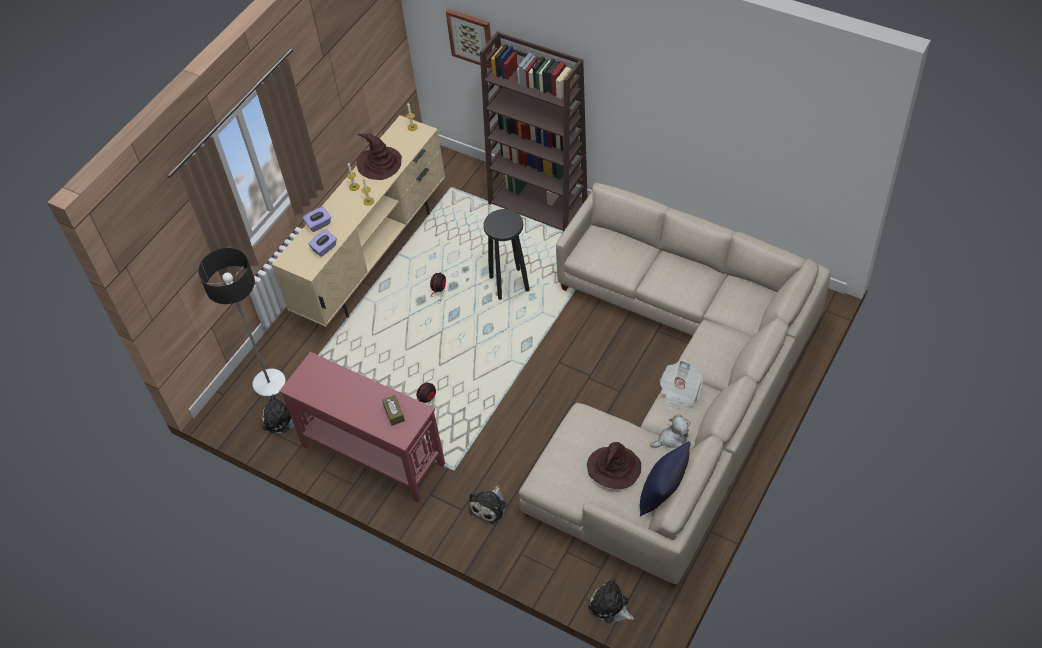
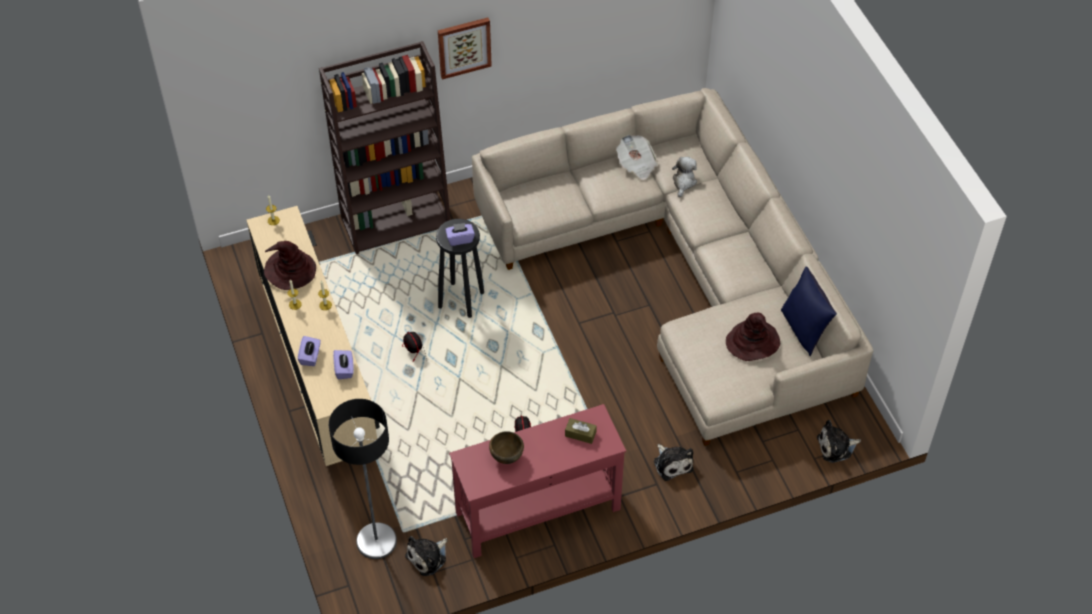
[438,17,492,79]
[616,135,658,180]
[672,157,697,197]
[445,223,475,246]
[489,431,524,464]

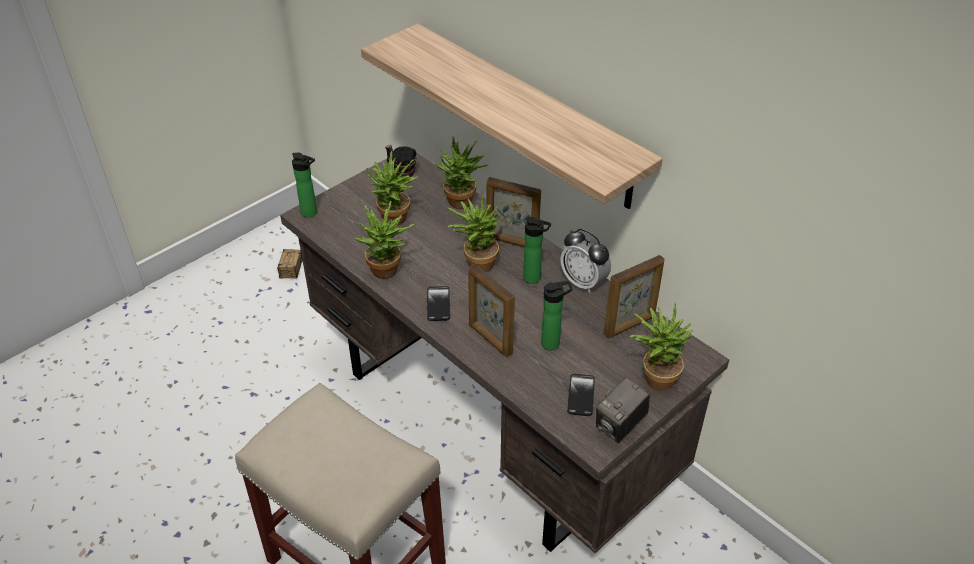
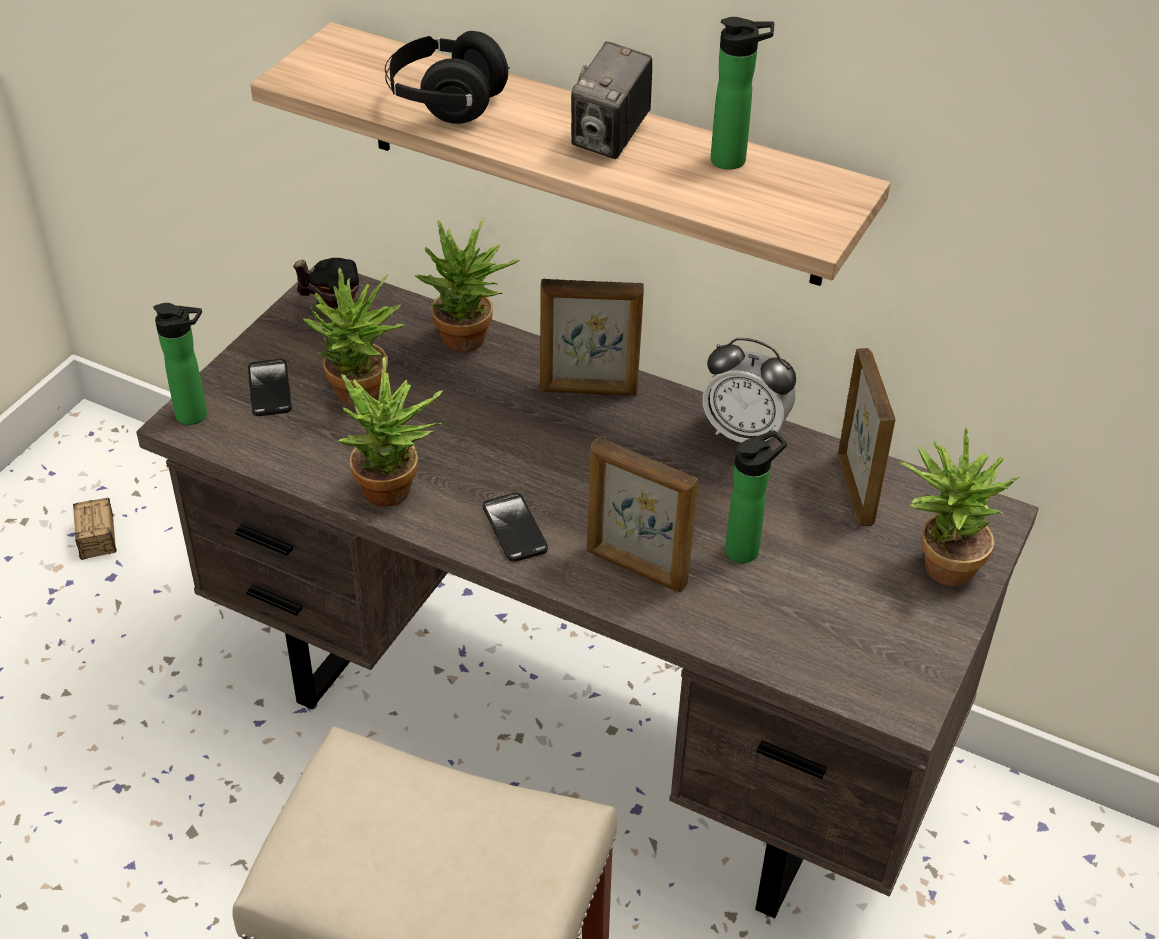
[448,191,501,272] (first image)
[711,17,774,170]
[838,348,896,526]
[248,359,292,416]
[571,41,652,159]
[385,31,510,124]

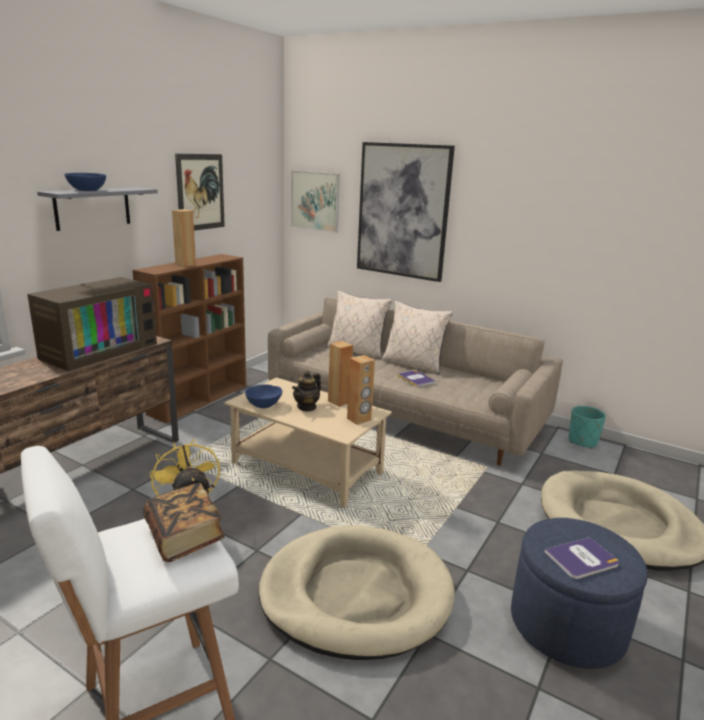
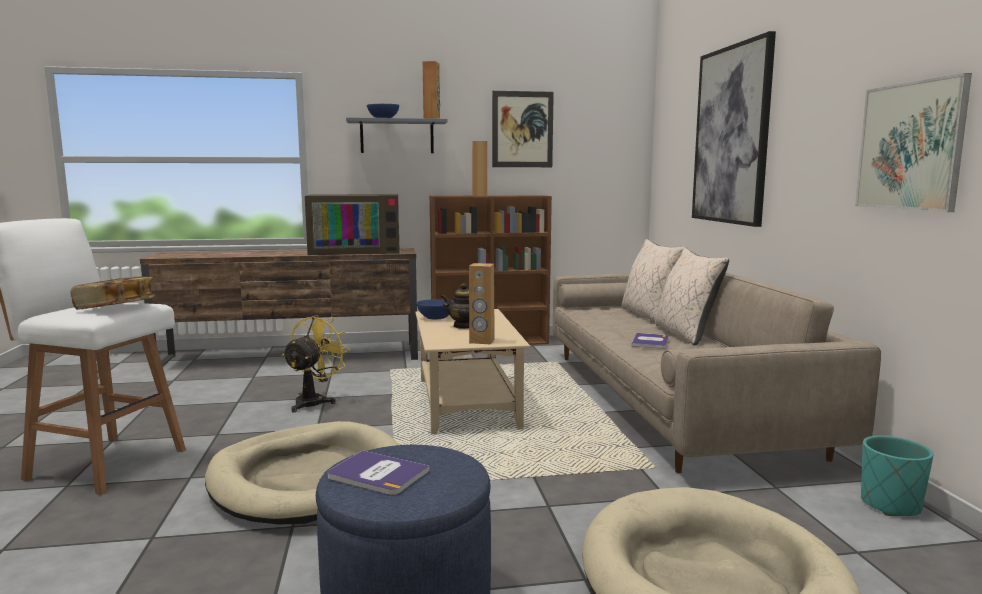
[855,73,972,212]
[423,61,440,119]

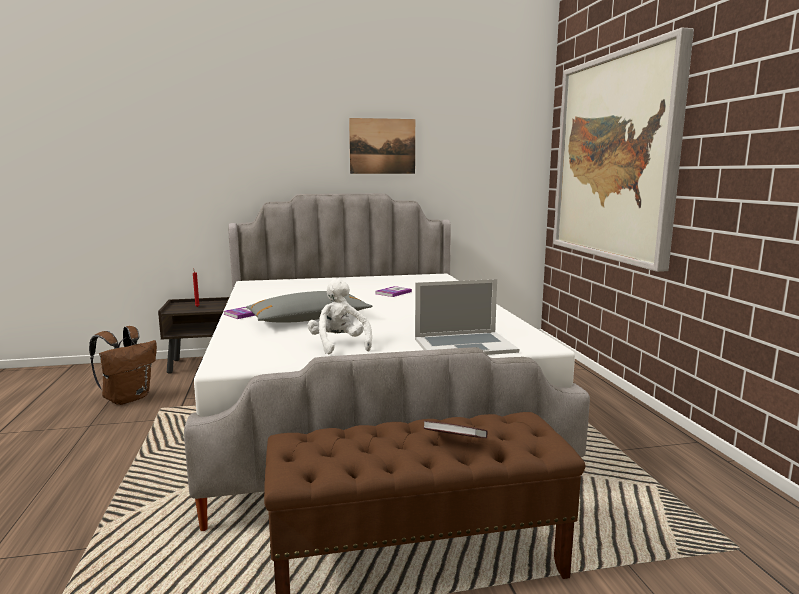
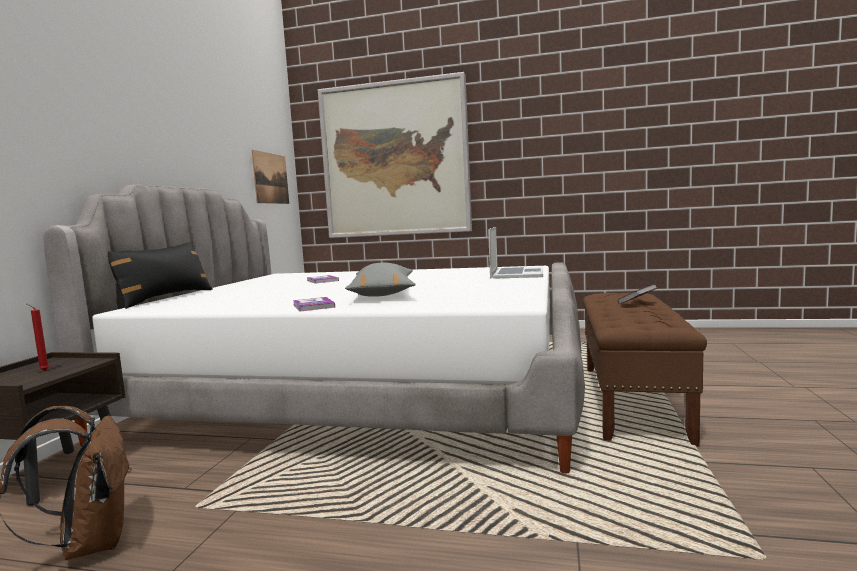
[252,150,289,204]
[308,279,372,354] (first image)
[108,241,213,309]

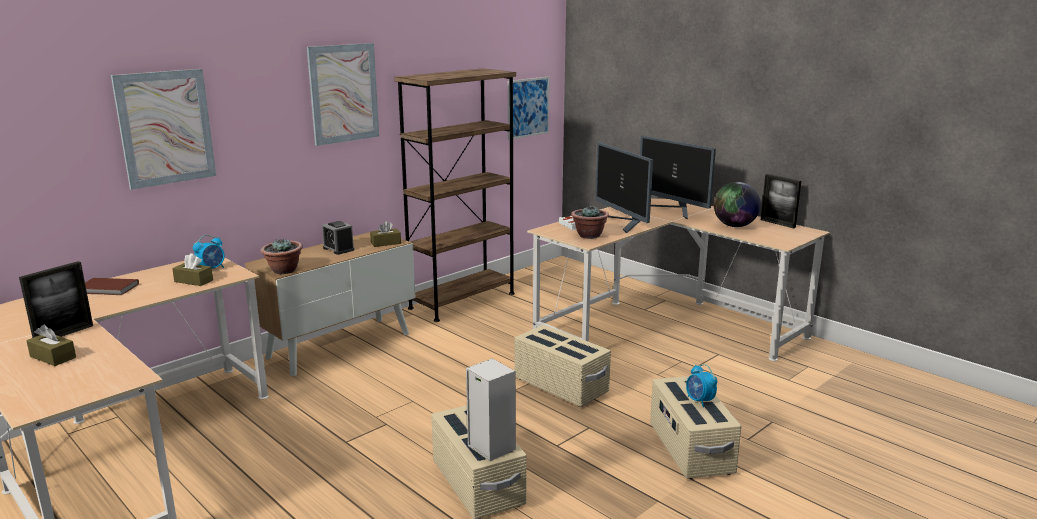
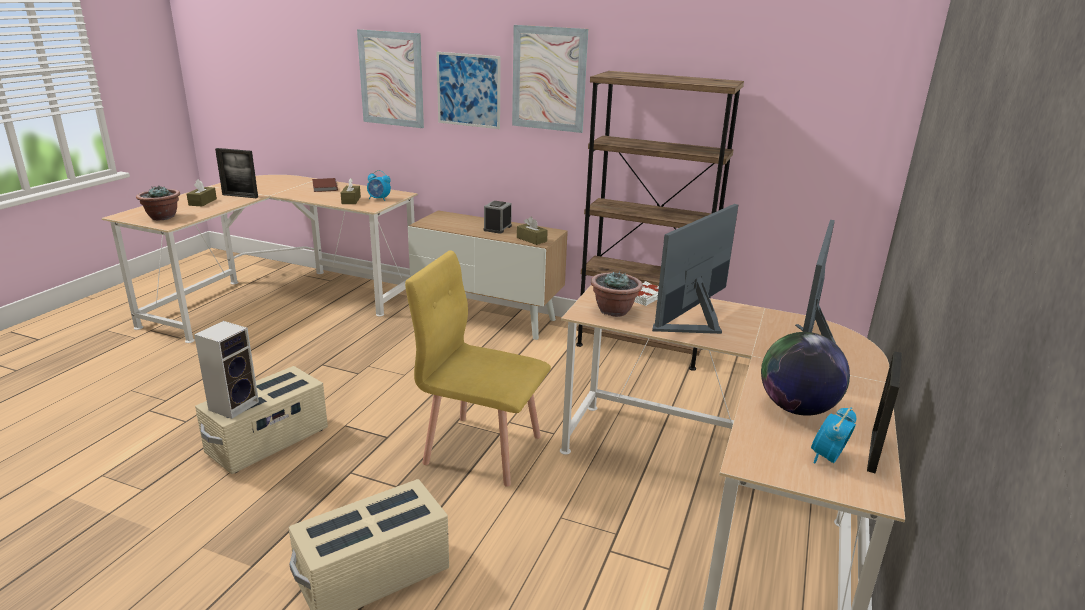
[436,52,501,129]
[136,185,180,220]
[405,250,551,487]
[811,407,856,463]

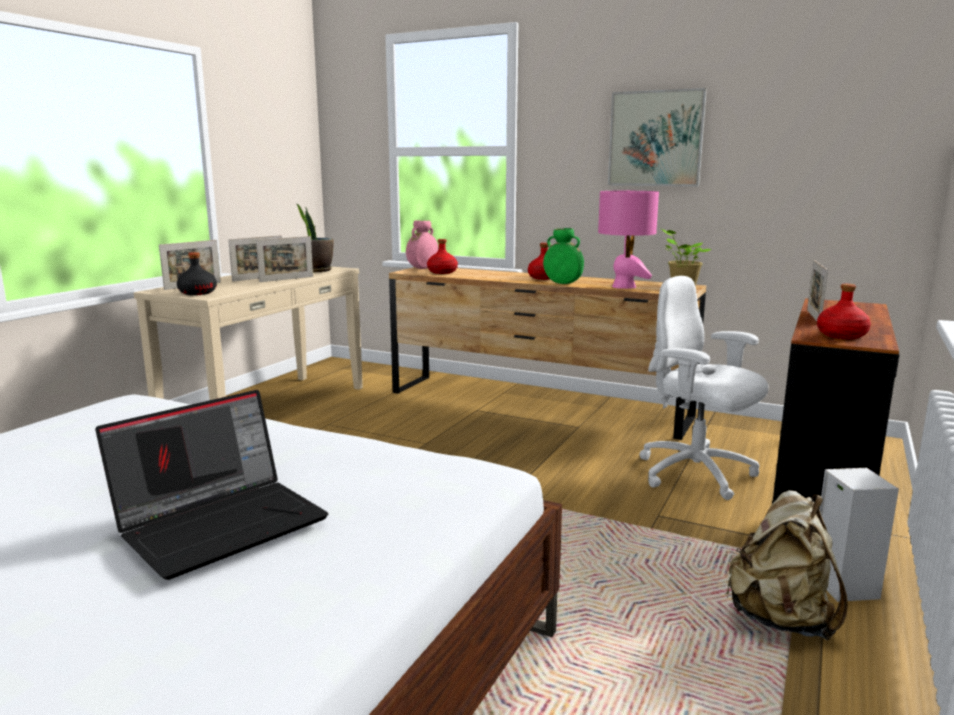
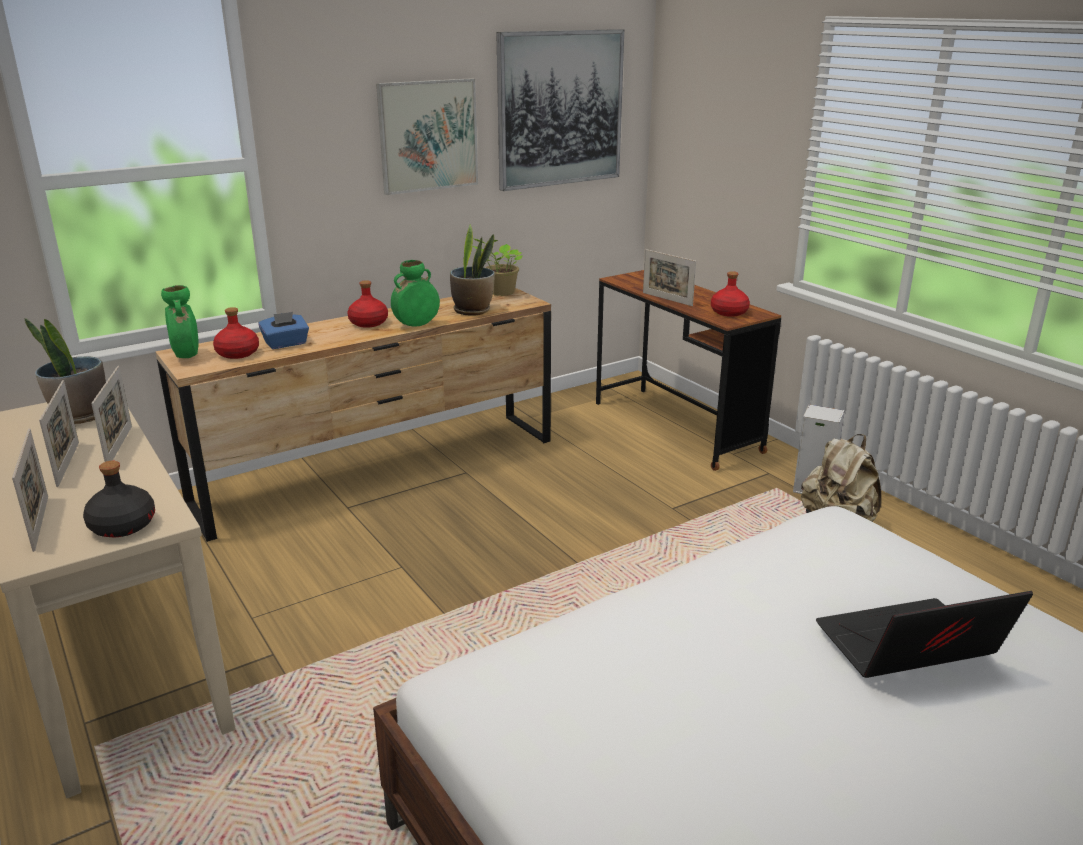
[450,225,495,316]
[161,285,199,358]
[639,276,769,500] (first image)
[816,591,1033,678]
[496,29,624,191]
[258,312,309,349]

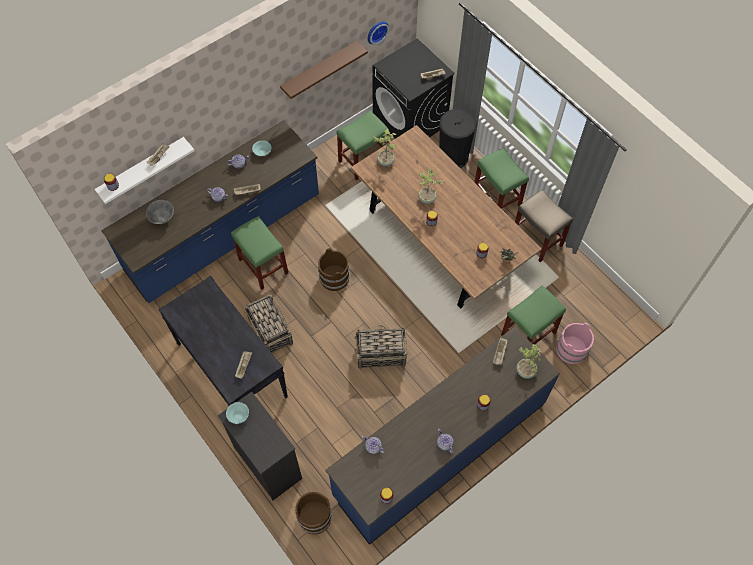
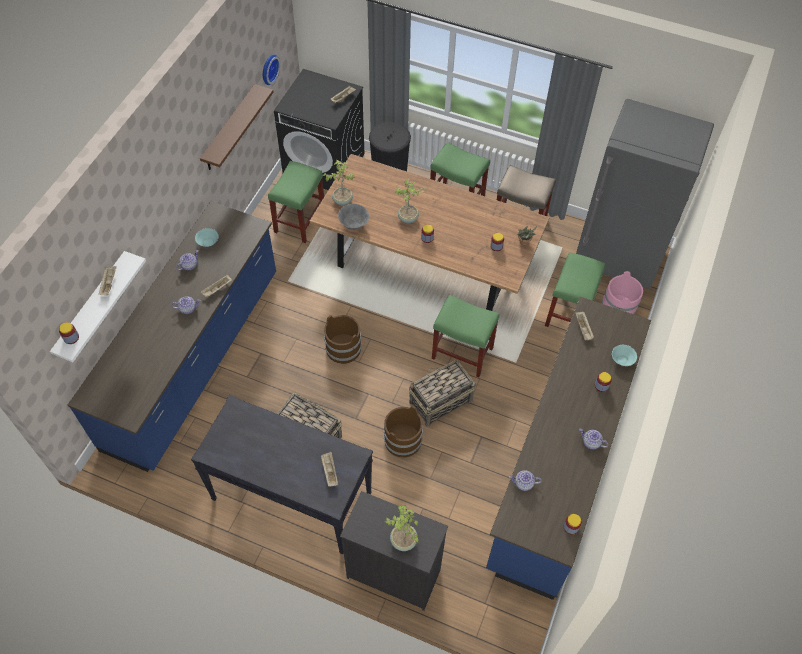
[338,204,369,230]
[432,295,500,377]
[385,505,418,551]
[612,345,637,366]
[384,406,423,458]
[576,99,714,289]

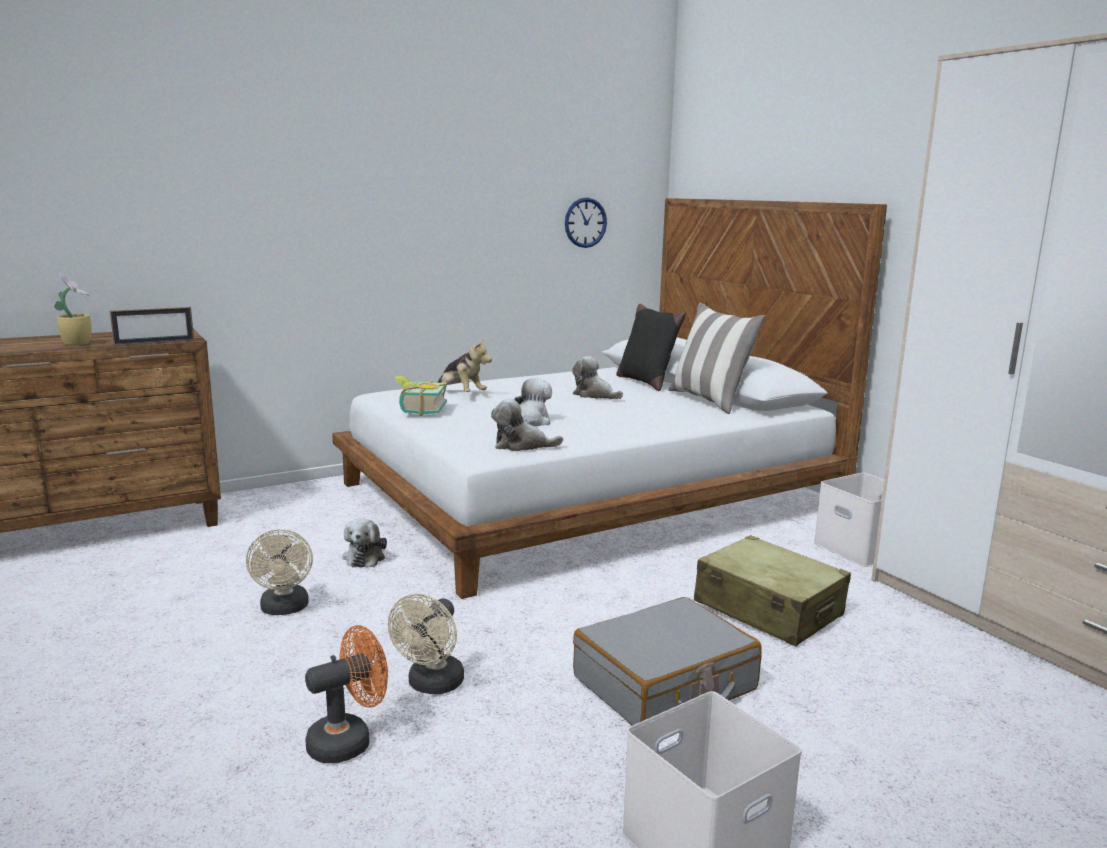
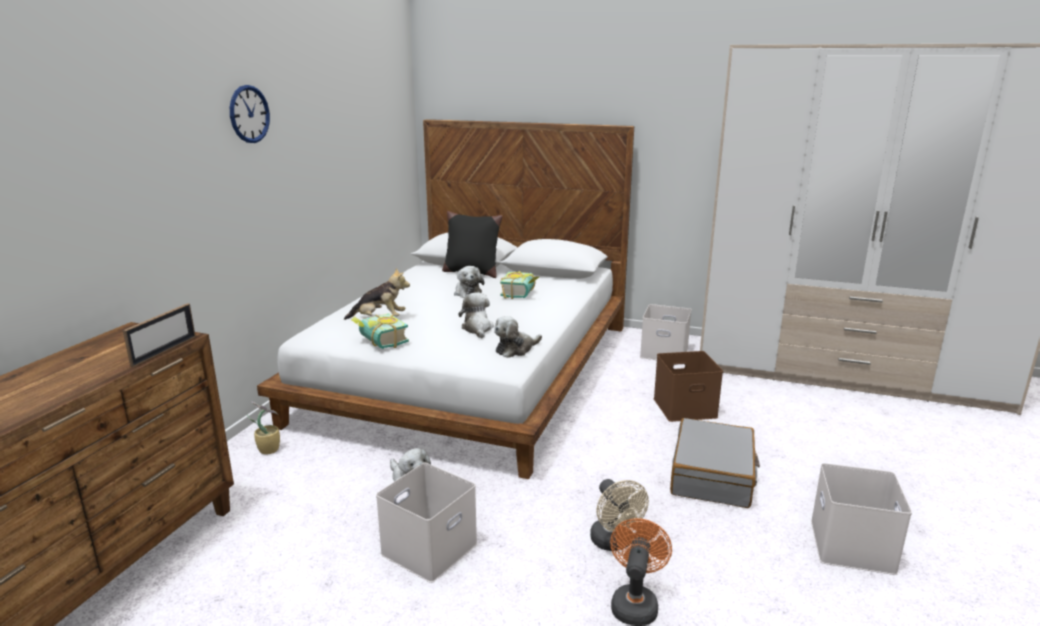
[230,85,270,143]
[247,402,280,455]
[668,303,765,414] (first image)
[454,266,484,298]
[376,463,477,583]
[654,351,723,422]
[500,271,539,299]

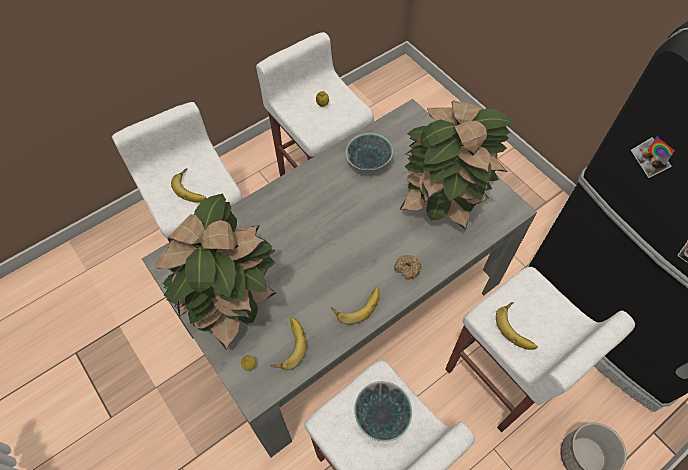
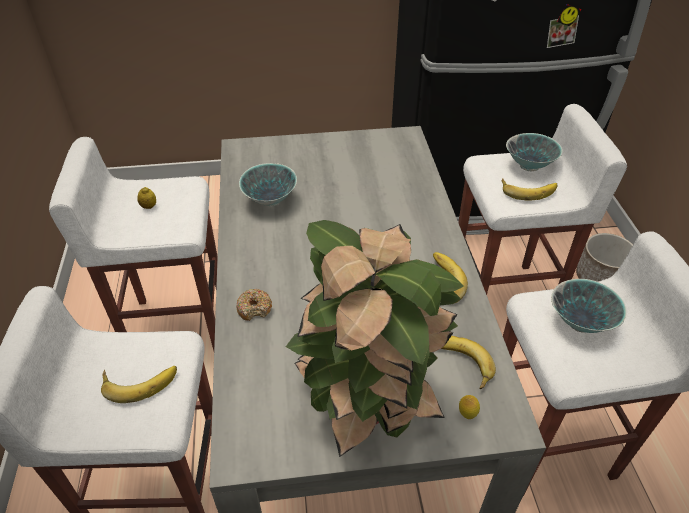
[400,100,514,230] (first image)
[237,289,272,321]
[506,133,562,171]

